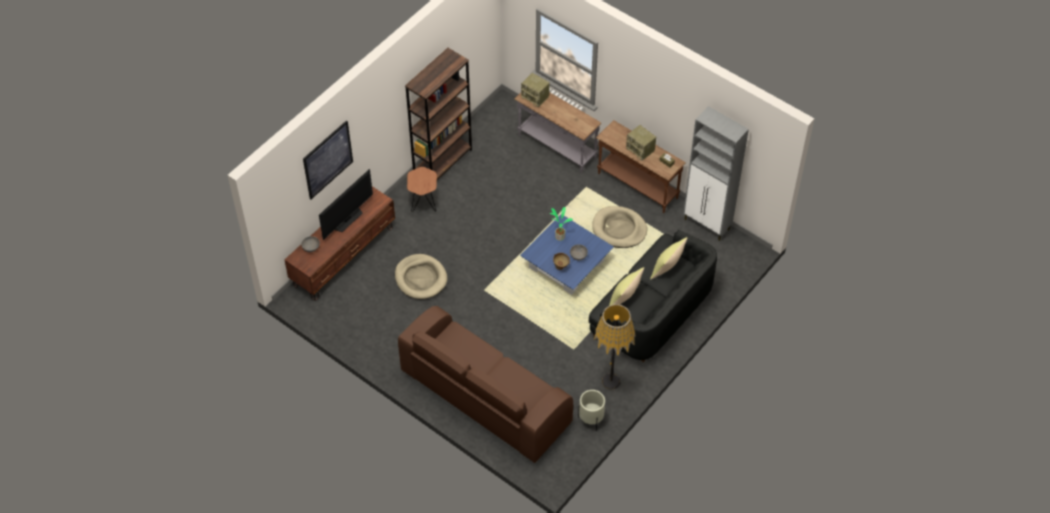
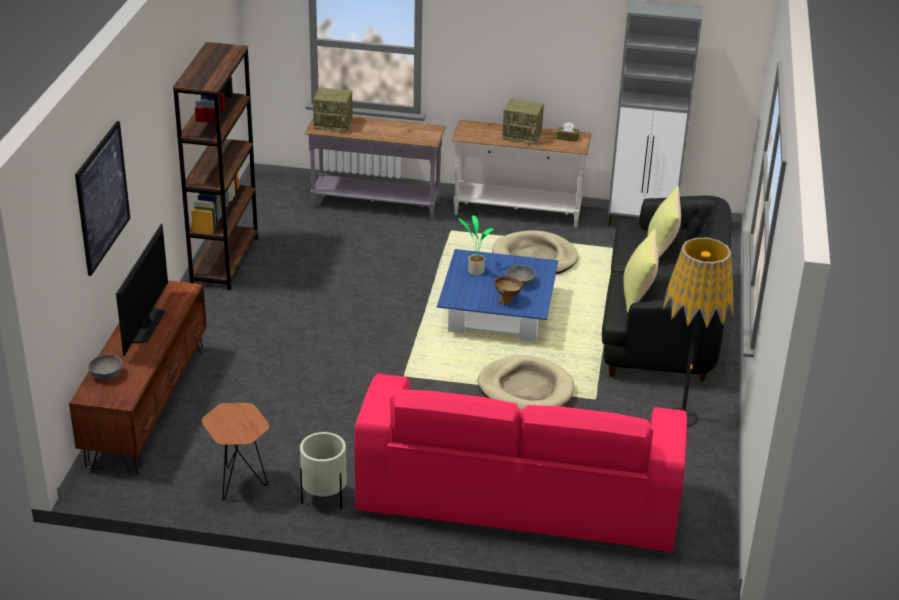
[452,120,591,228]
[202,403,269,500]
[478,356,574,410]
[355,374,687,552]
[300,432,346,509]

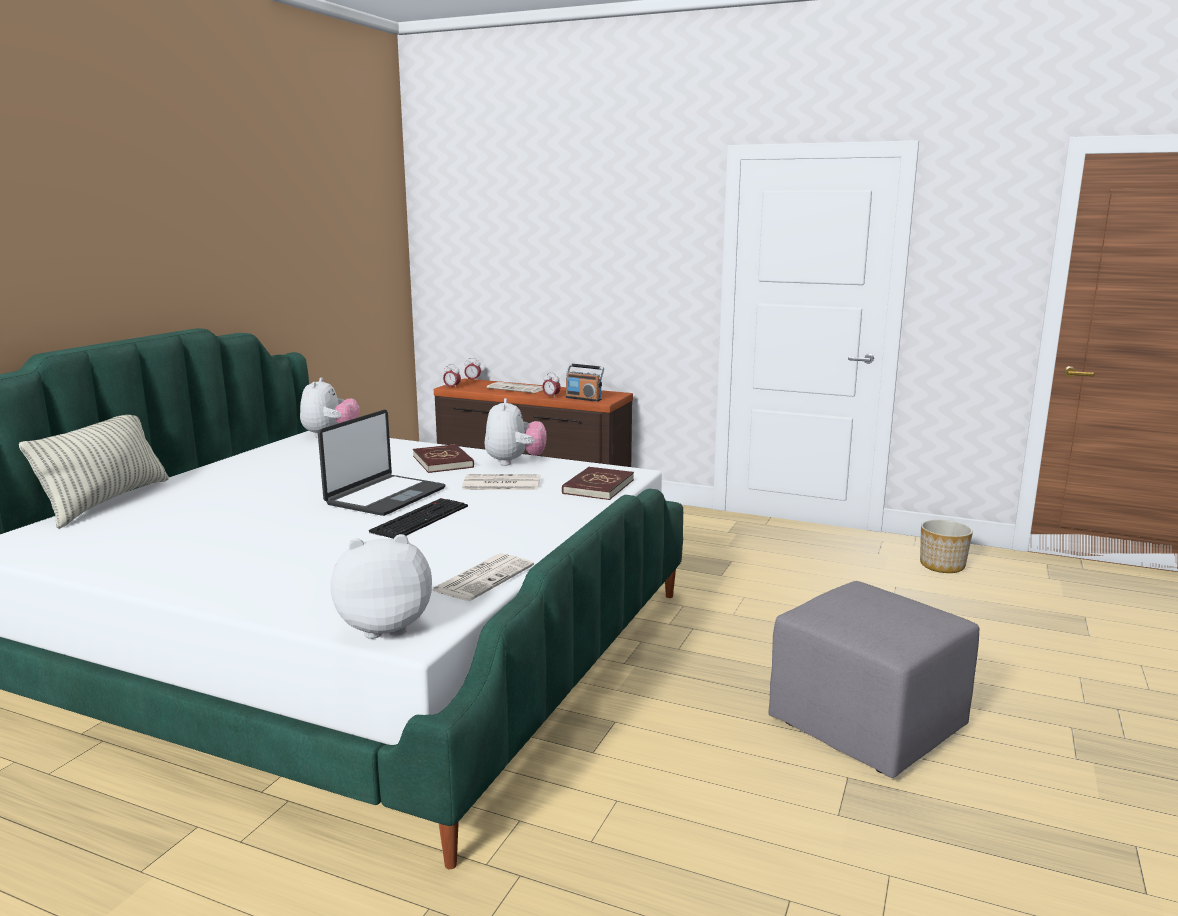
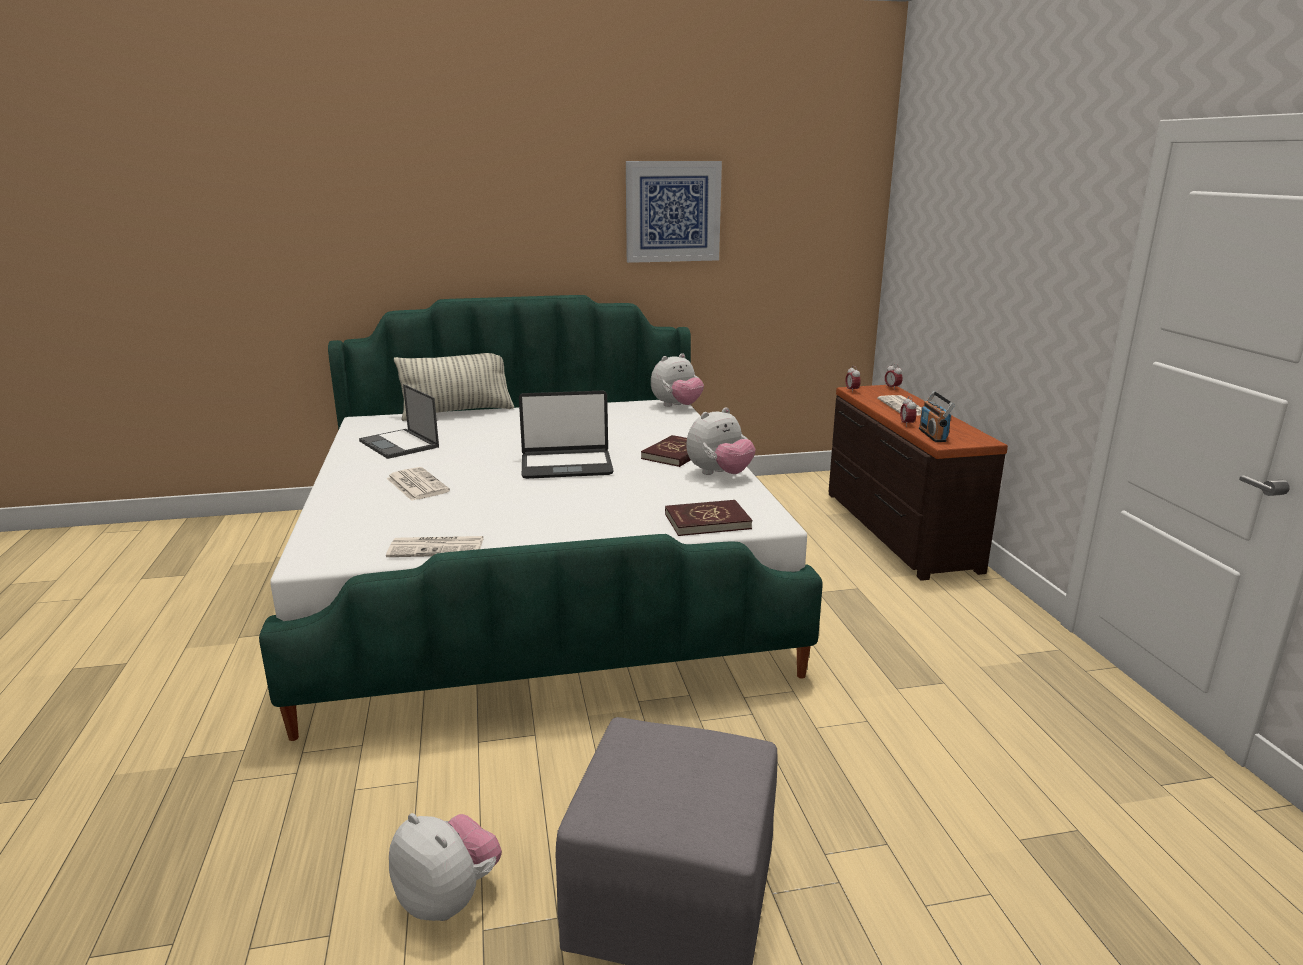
[386,467,450,501]
[369,498,468,539] (first image)
[920,520,973,573] (first image)
[389,813,502,921]
[626,161,722,263]
[359,384,439,459]

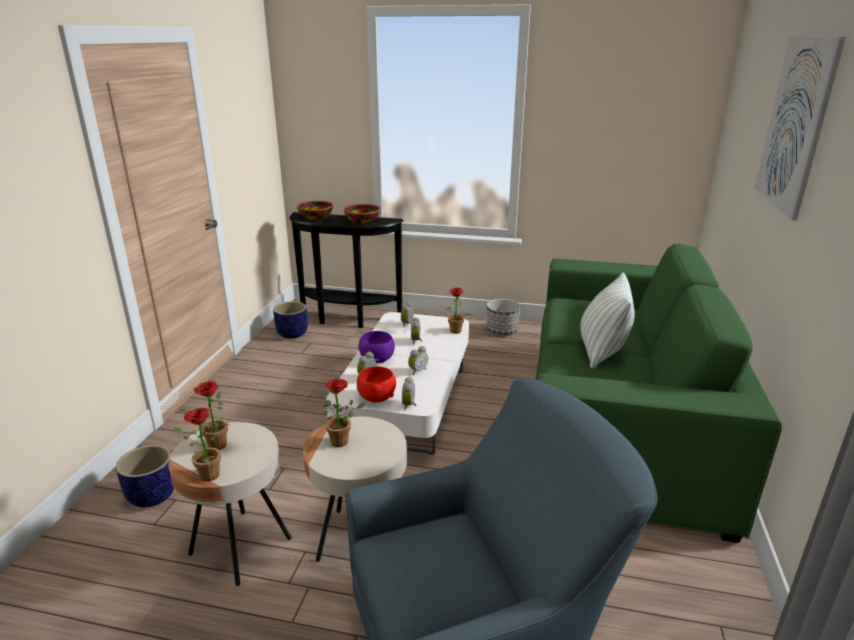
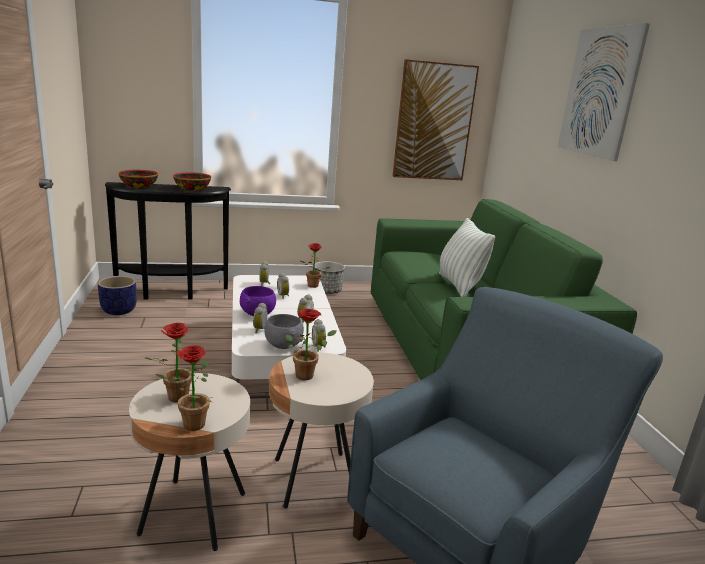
[264,314,304,349]
[116,445,174,507] (first image)
[393,59,479,180]

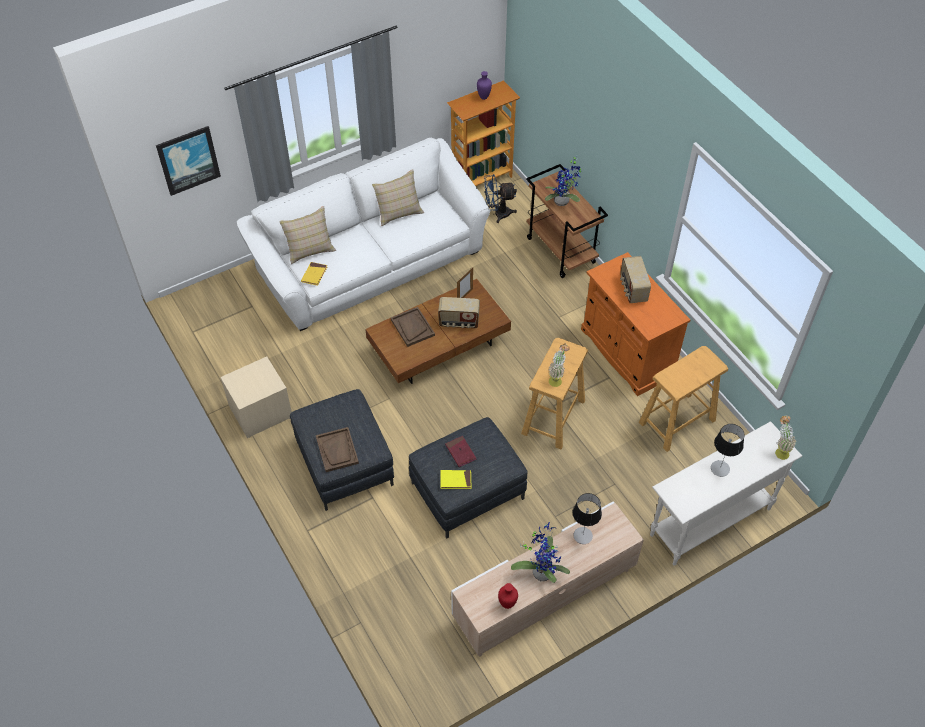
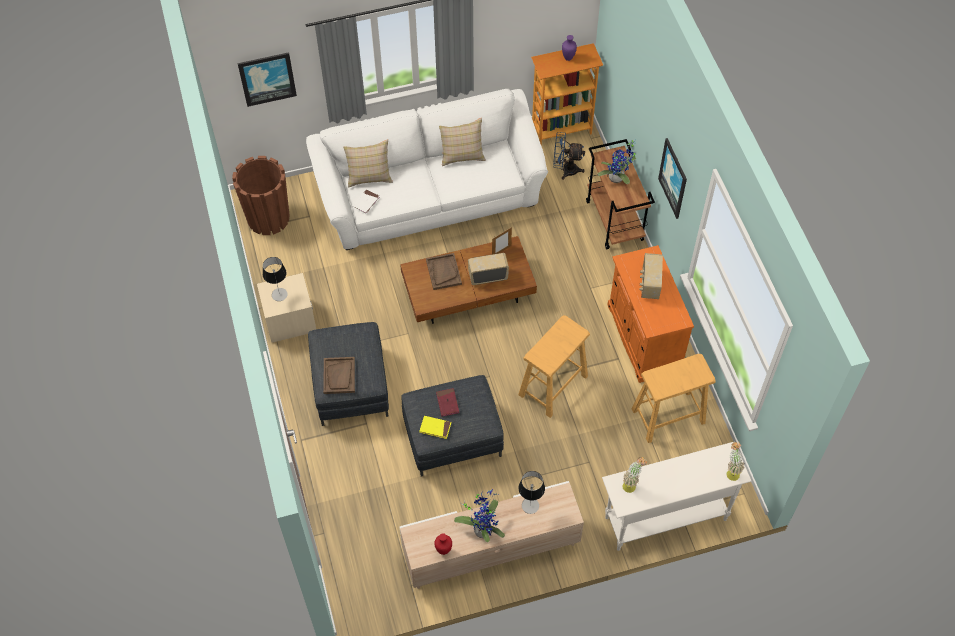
[352,189,380,214]
[468,253,509,285]
[623,457,647,493]
[263,257,288,301]
[658,138,687,219]
[232,156,290,235]

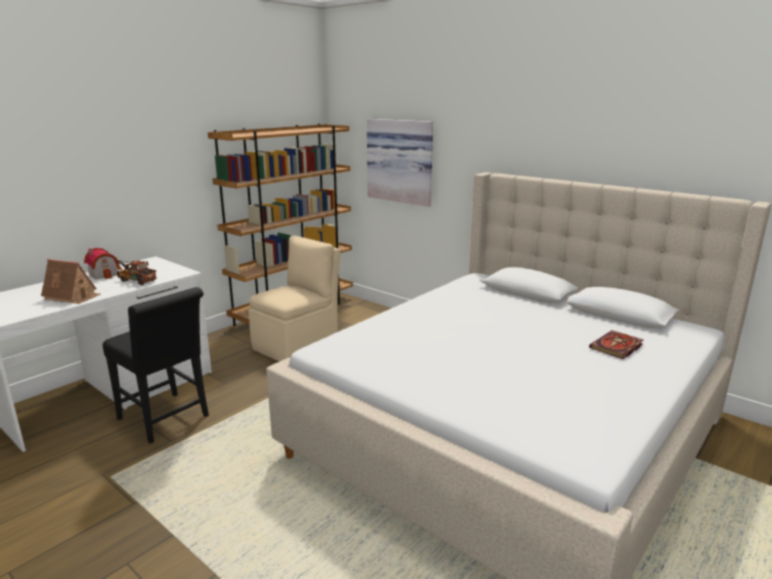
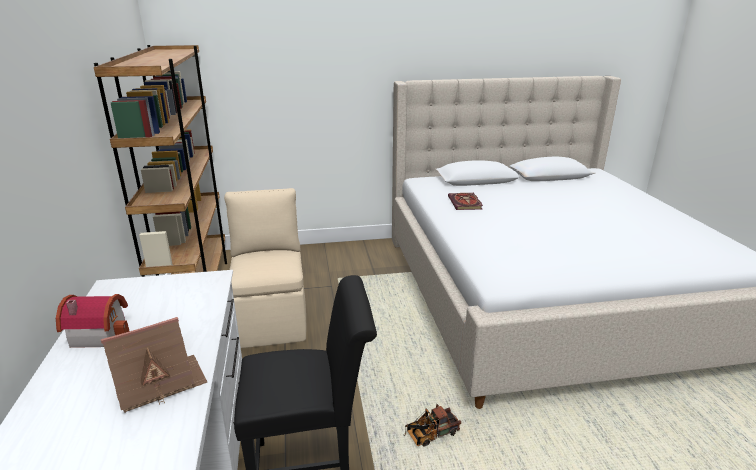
[367,119,433,207] (first image)
[403,404,461,446]
[448,193,483,210]

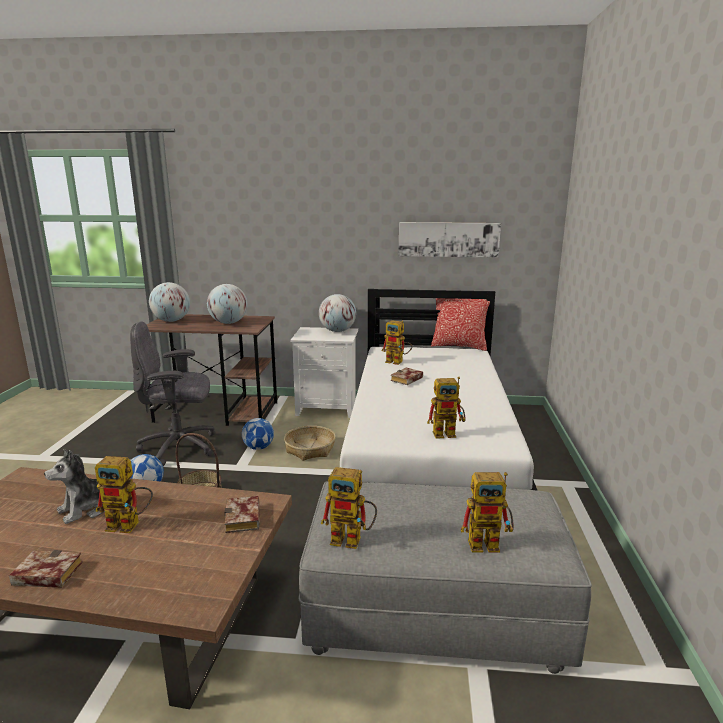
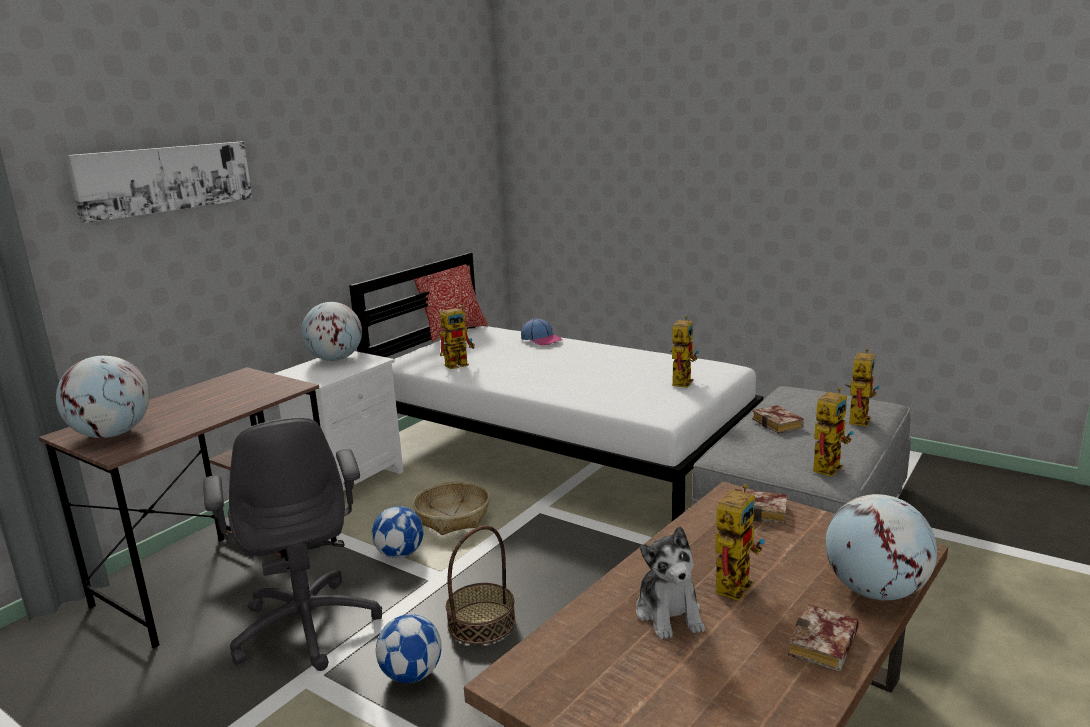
[65,142,253,223]
[825,494,937,600]
[203,417,382,671]
[752,405,804,434]
[521,318,563,345]

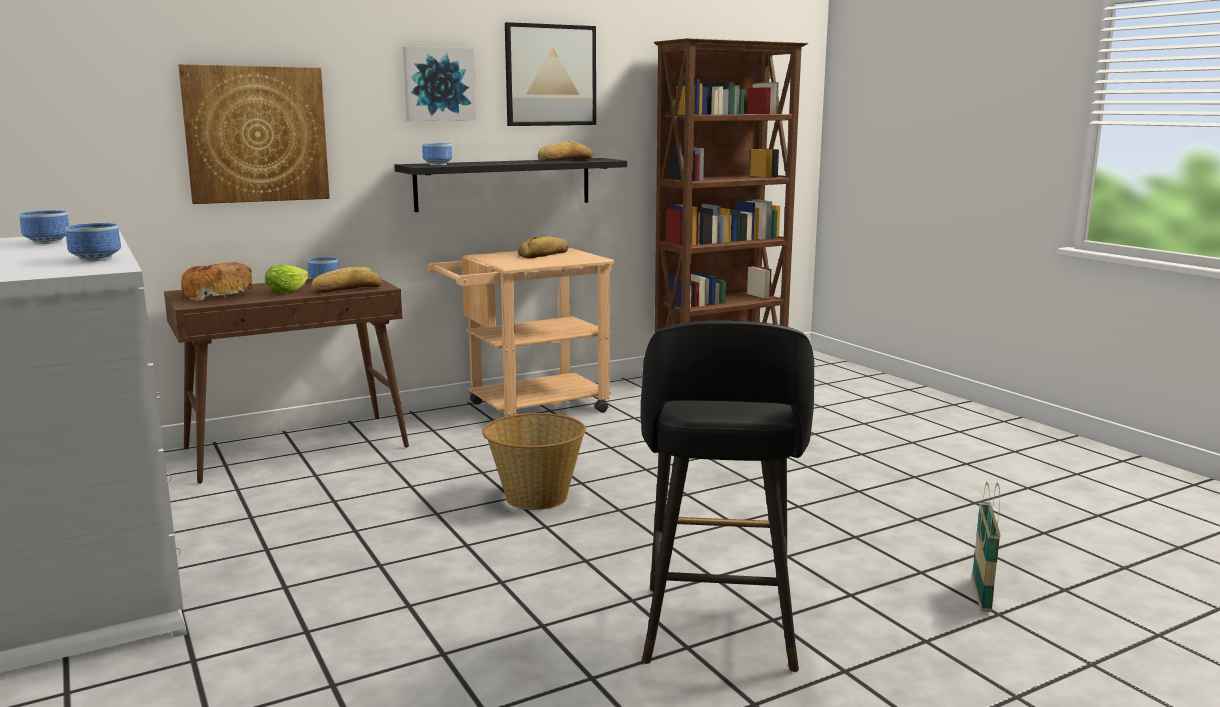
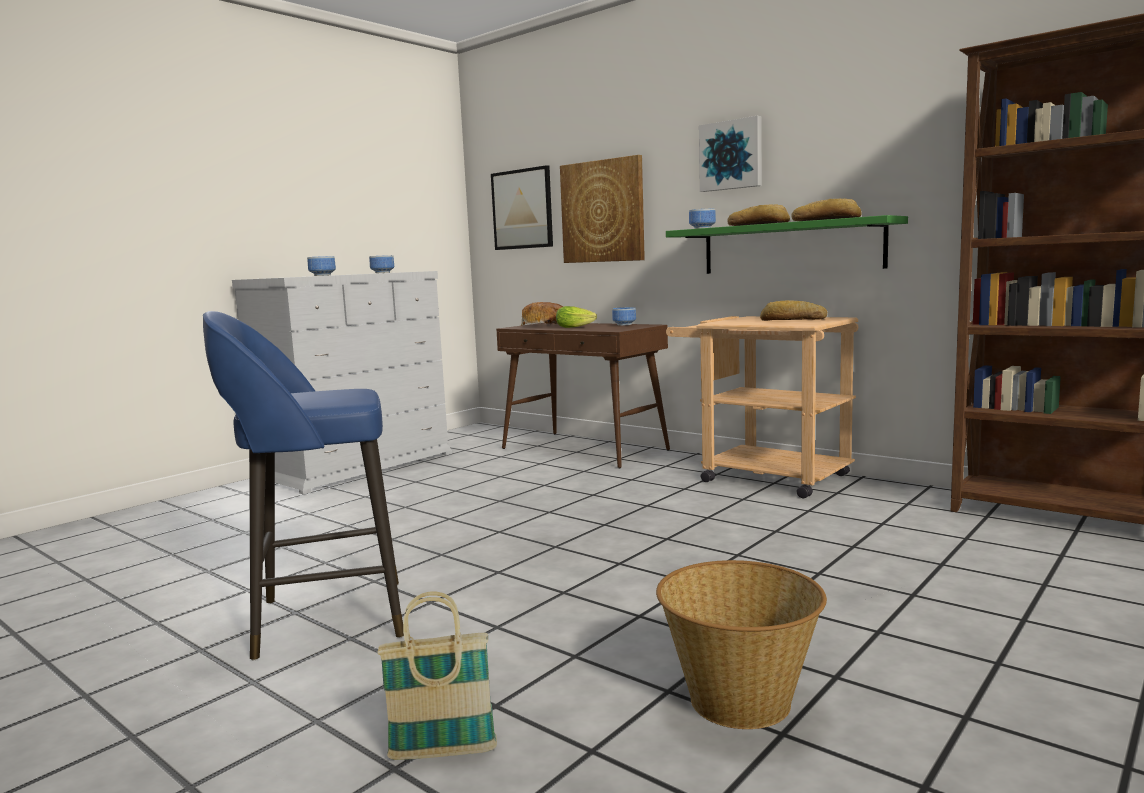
[491,165,553,250]
[666,215,908,274]
[727,204,790,226]
[203,311,404,660]
[656,560,827,729]

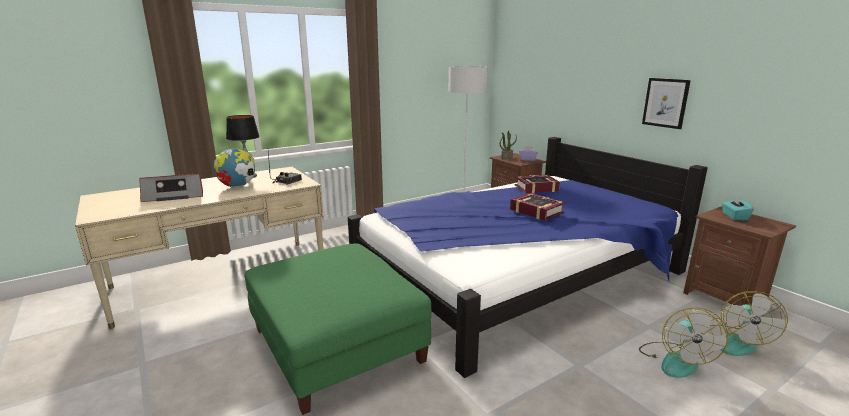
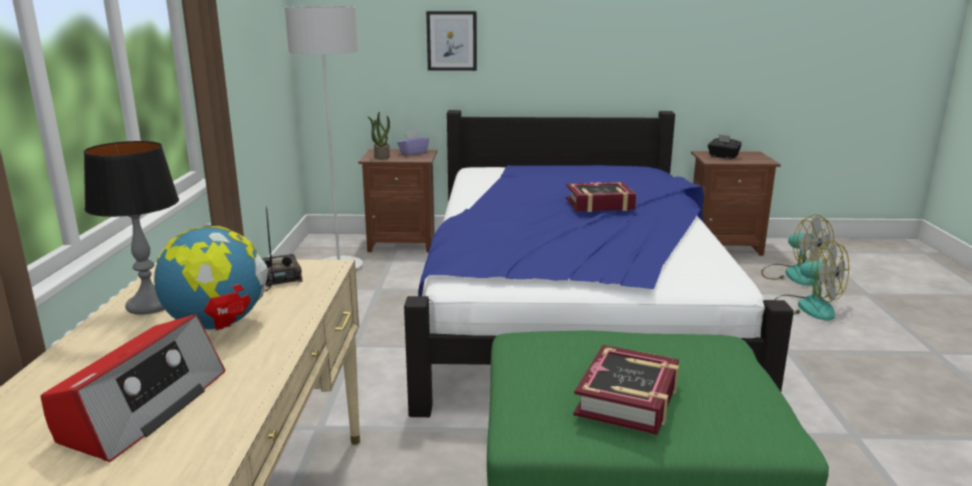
[426,11,477,71]
[573,345,679,435]
[708,134,742,159]

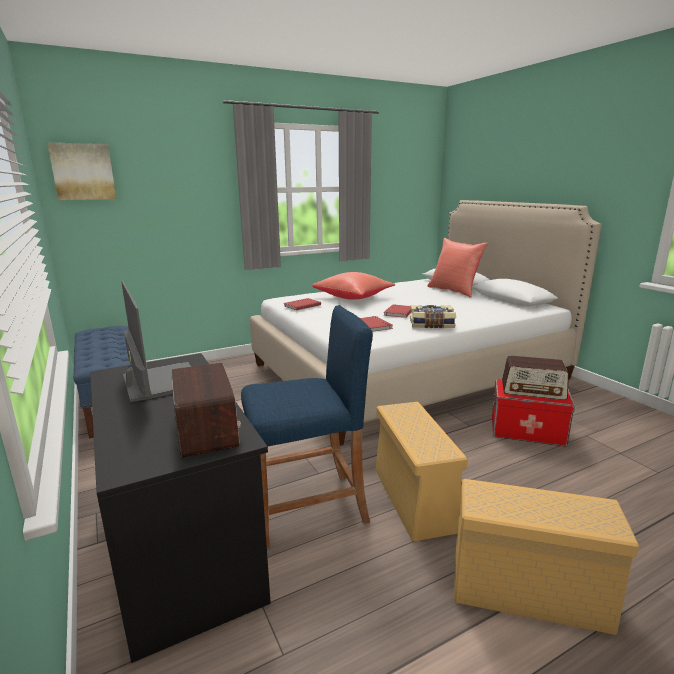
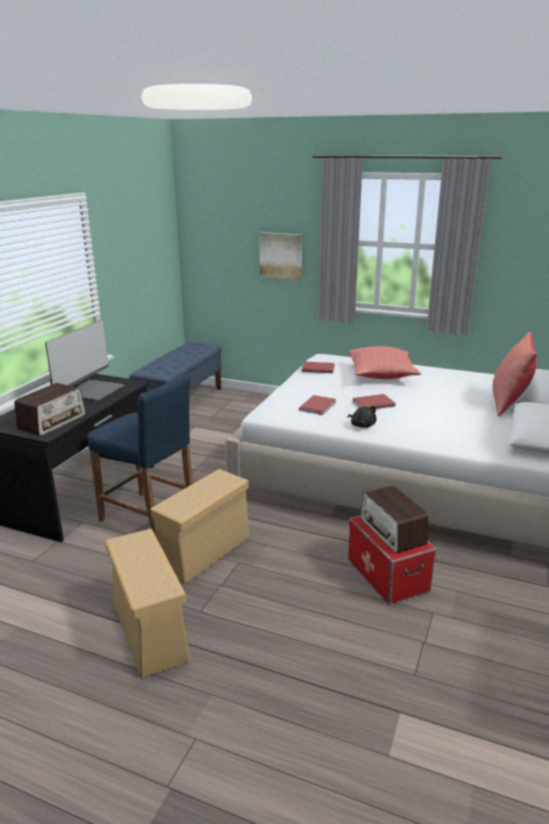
[259,232,302,280]
[348,406,376,428]

